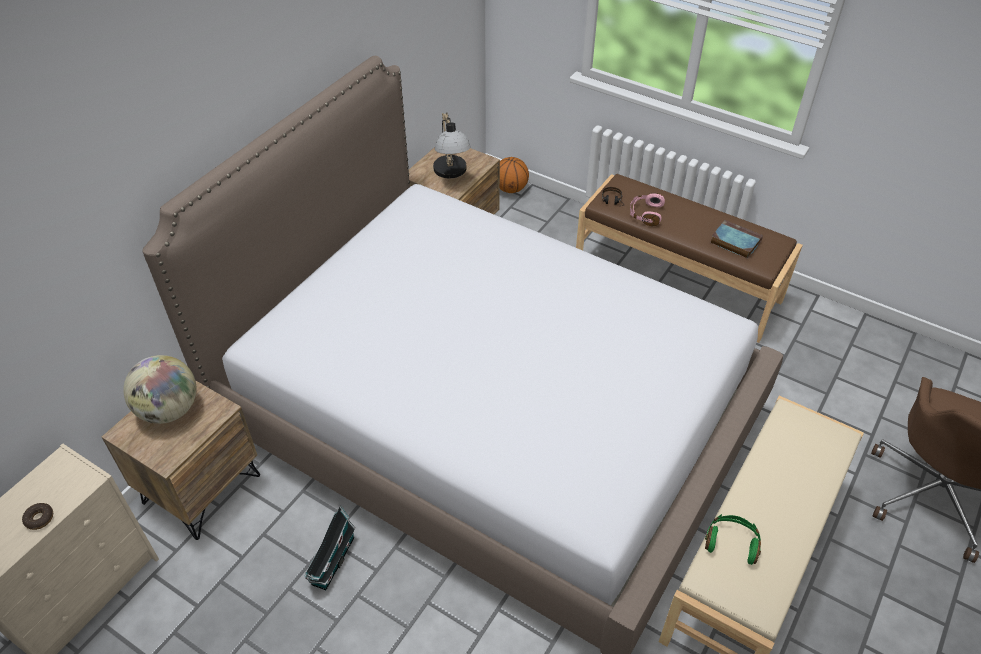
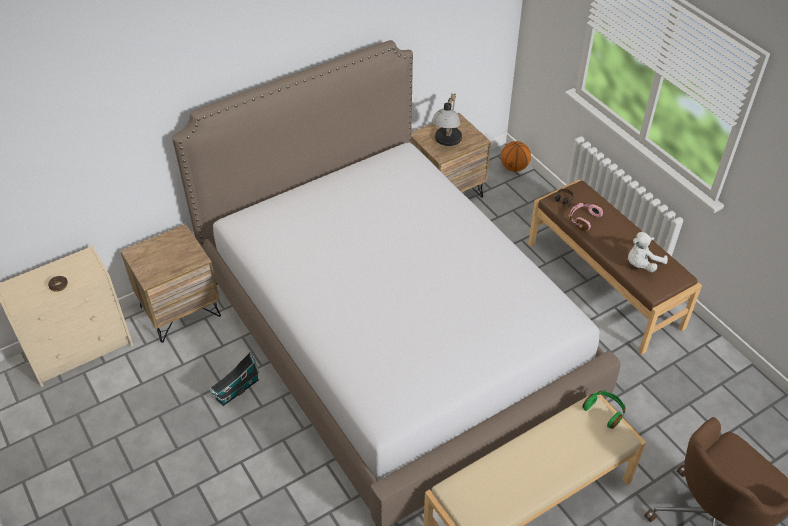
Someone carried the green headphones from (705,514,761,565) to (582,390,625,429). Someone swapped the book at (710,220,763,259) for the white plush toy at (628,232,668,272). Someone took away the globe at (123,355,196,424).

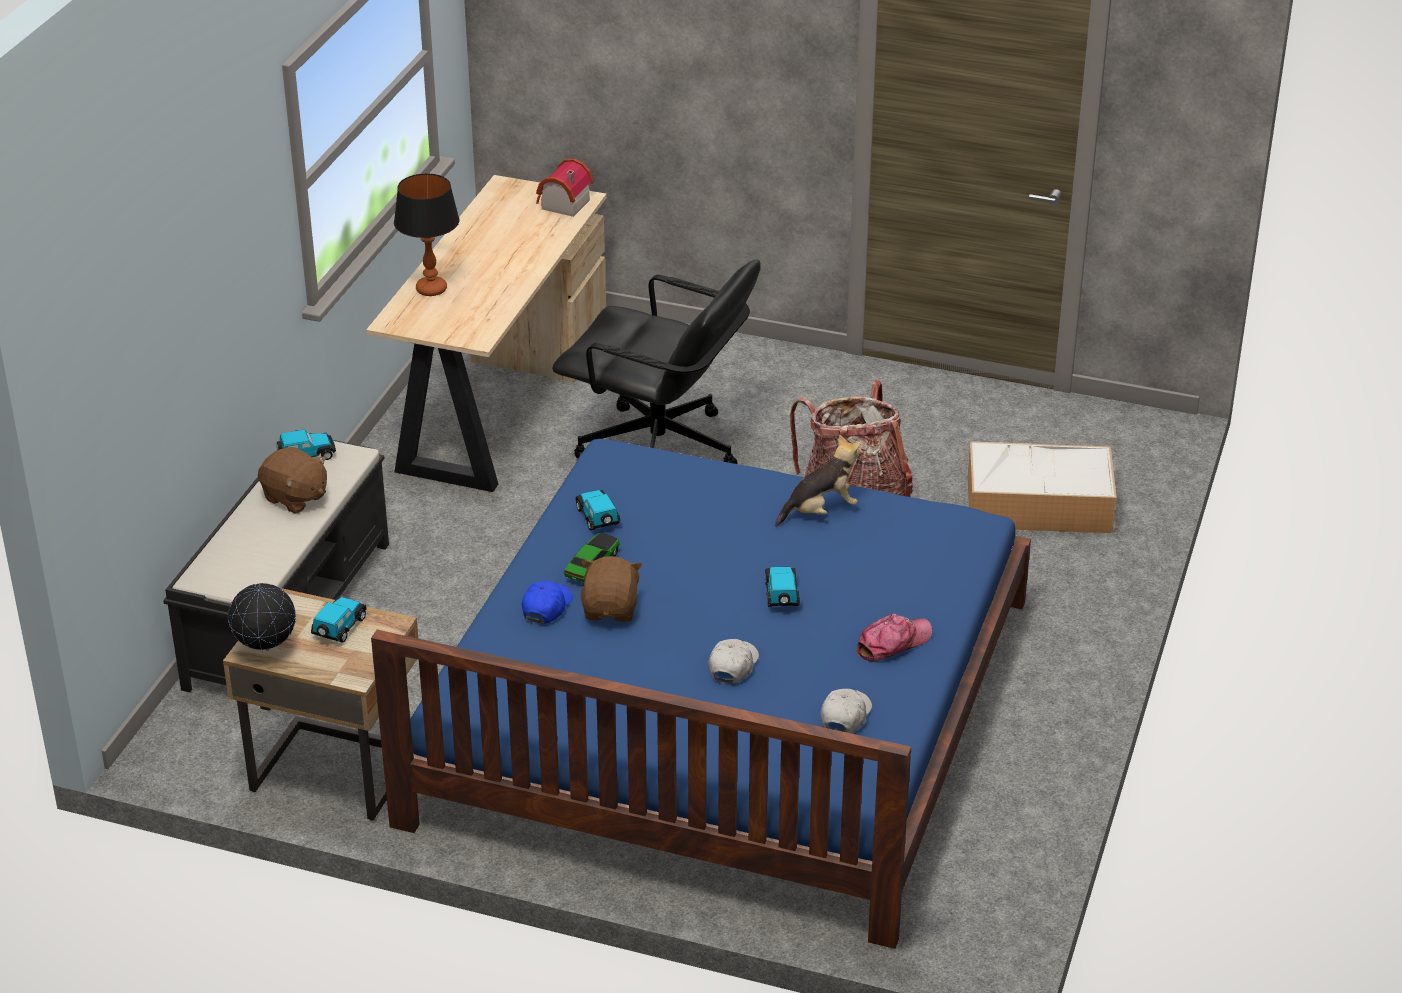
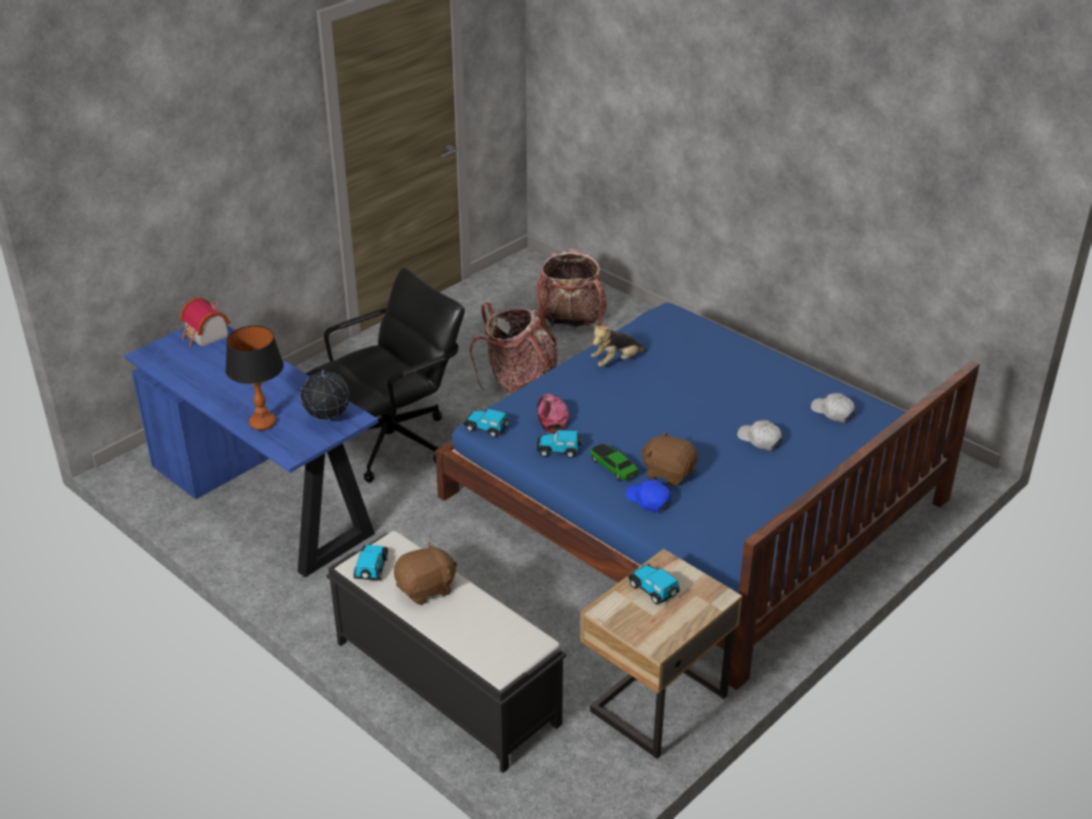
Someone repainted the beige desk at (366,175,607,492), which became the blue desk at (125,325,378,577). Someone carried the globe from (228,583,296,651) to (301,370,350,421). Someone carried the toy car from (765,567,800,607) to (463,409,509,438). Someone swapped the storage box at (967,442,1117,533) for the backpack at (537,248,607,329). Someone carried the cap from (856,613,932,662) to (537,394,569,434). Someone rotated the plush toy at (775,434,861,527) by 120 degrees counterclockwise.

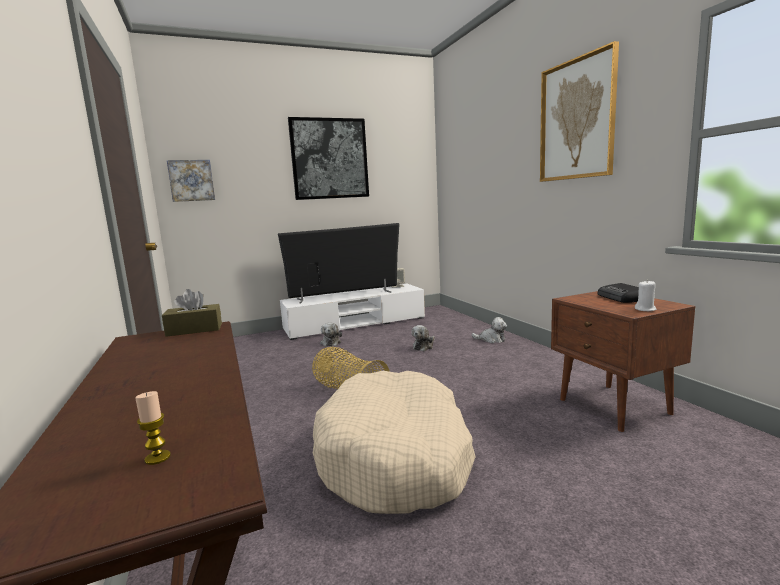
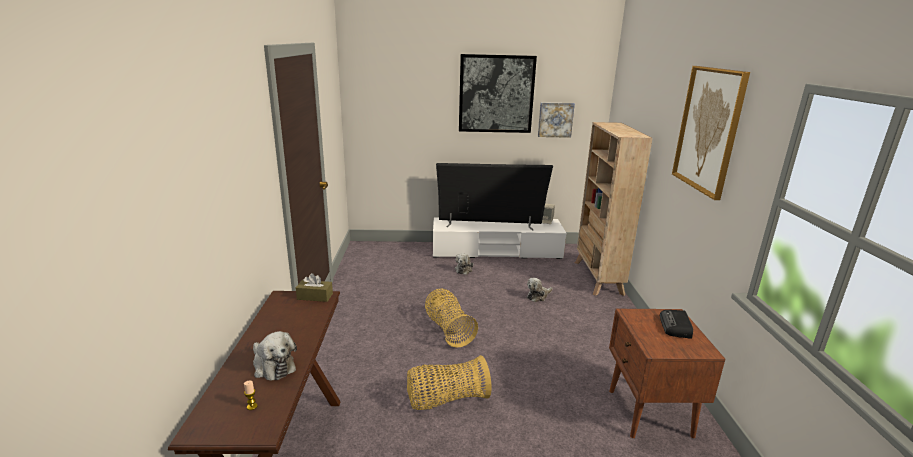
Someone carried the plush toy from (471,317,507,343) to (253,331,297,381). Someone swapped the beige dog bed at (313,371,476,514) for the basket at (407,355,491,410). Someone carried the picture from (167,160,215,202) to (538,102,575,138). Someone put down the beige bookcase at (575,122,653,296). Someone took away the white candle at (635,280,656,311).

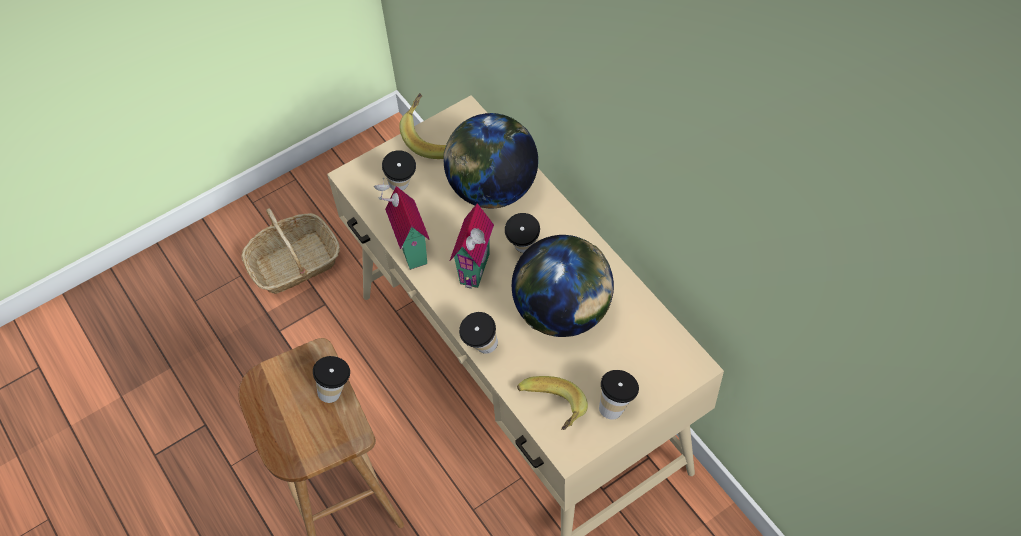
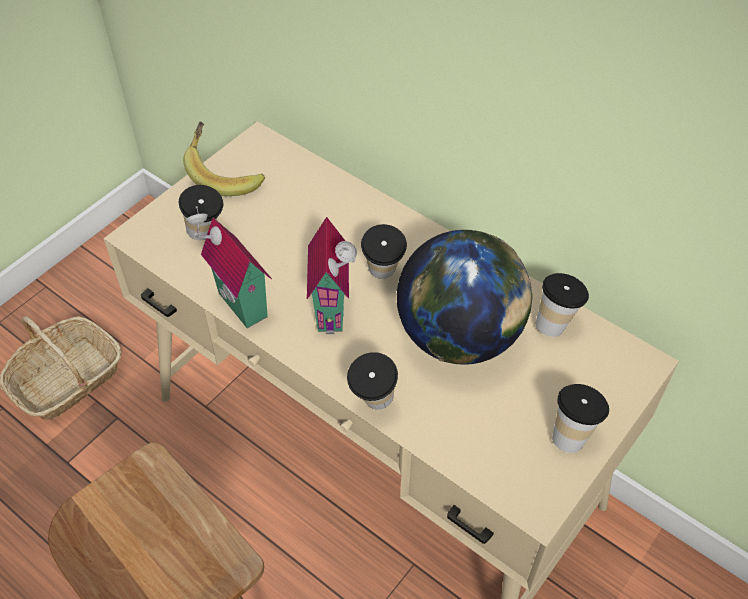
Someone carried the cup from (313,356,350,403) to (536,273,589,337). Someone took away the globe at (443,113,538,208). Someone took away the banana at (517,376,588,430).

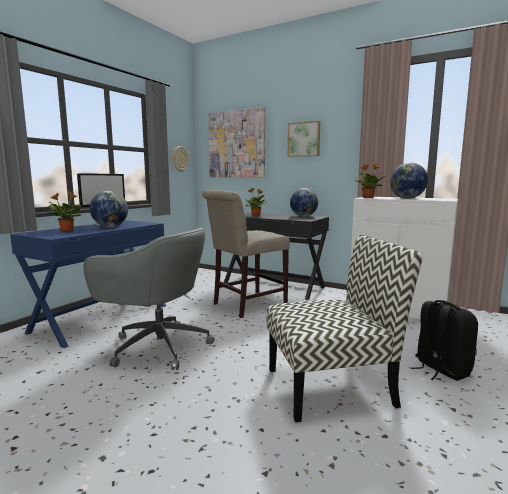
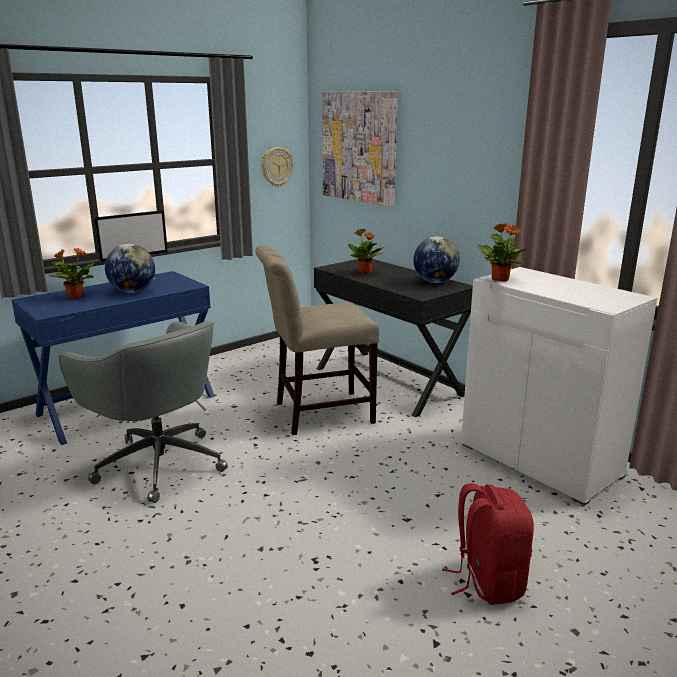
Someone repainted the black backpack at (411,300,478,381), which became the red backpack at (442,483,534,605). Someone took away the chair at (266,235,423,422). Someone took away the picture at (288,121,320,157). Someone took away the globe at (390,163,428,199).

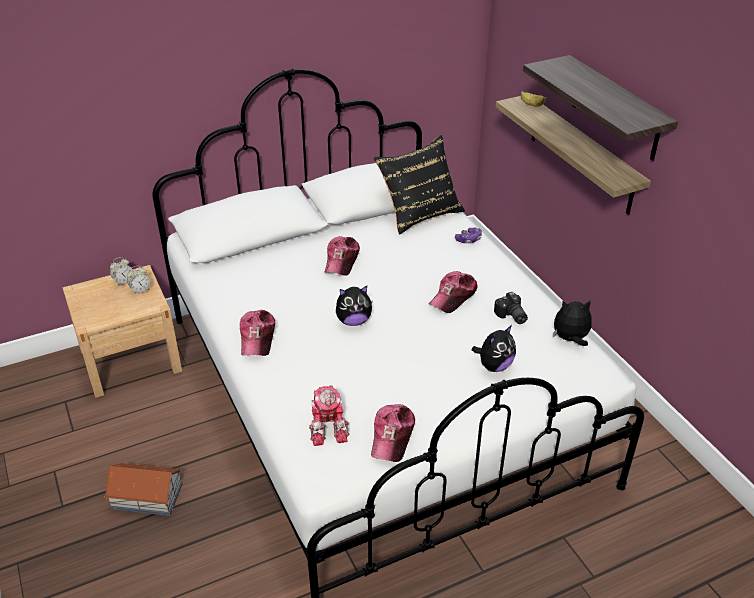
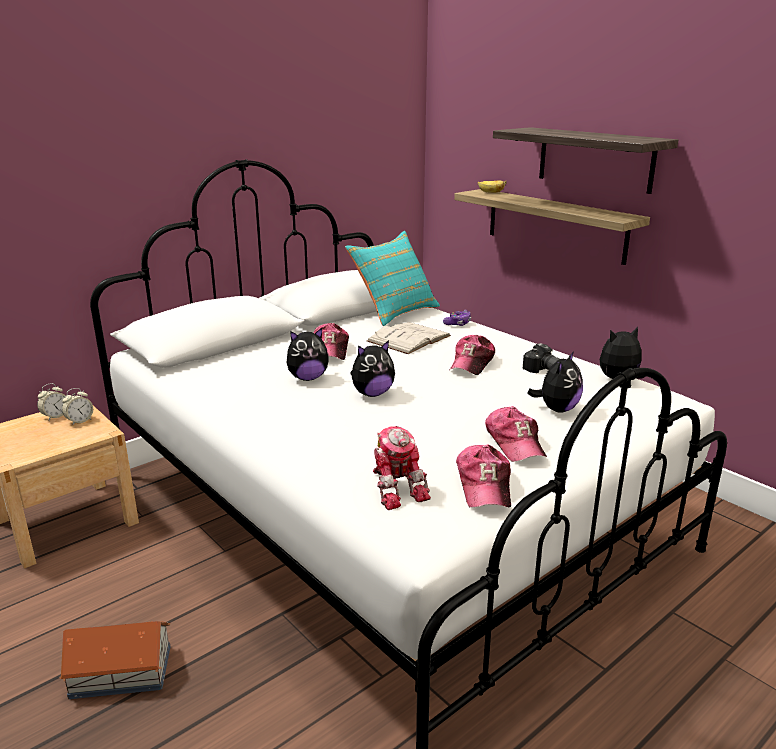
Someone put down the plush toy at (286,328,329,381). Someone repainted the black pillow at (374,135,465,235), which became the turquoise pillow at (345,231,440,326). Someone put down the white book at (367,322,451,354). Someone carried the cap from (240,310,275,356) to (485,406,547,462).

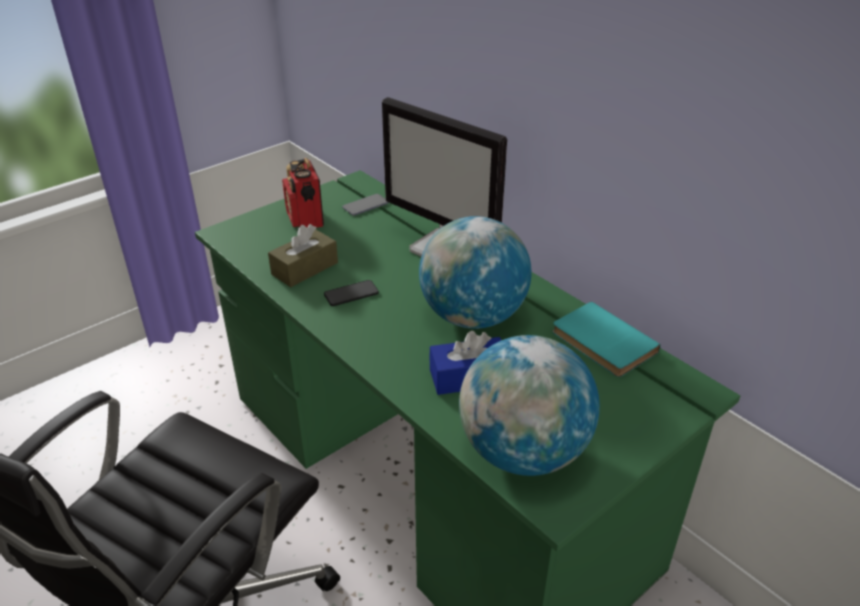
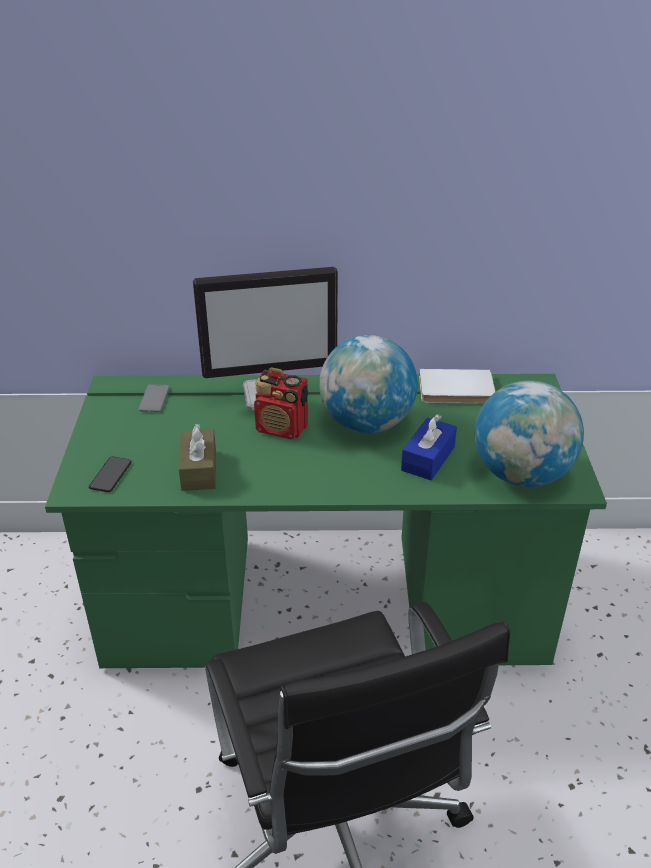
Someone carried the phone from (324,280,379,306) to (89,457,132,492). Someone carried the radio from (282,158,324,228) to (254,367,308,439). Someone repainted the turquoise book at (552,301,661,377), which became the white book at (419,369,496,404).

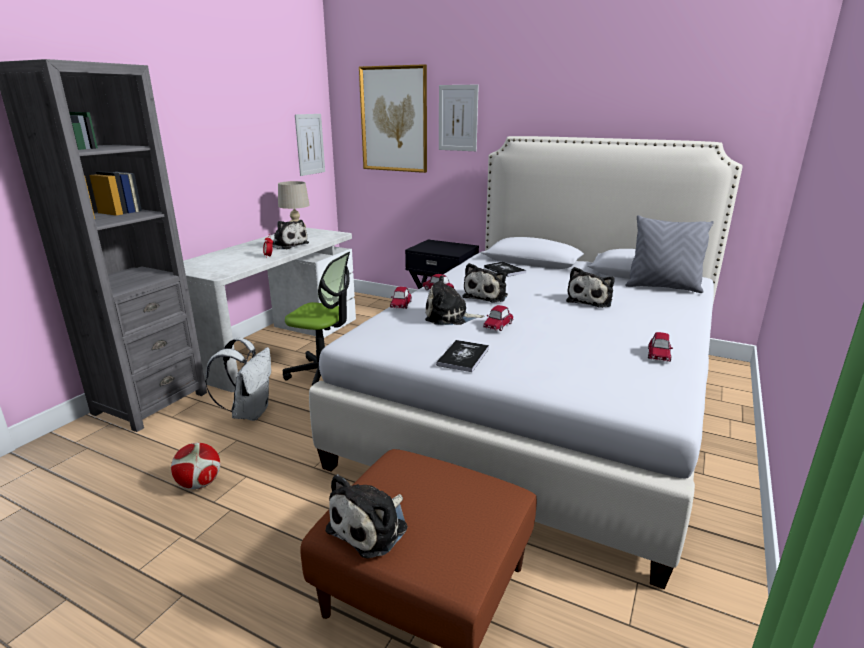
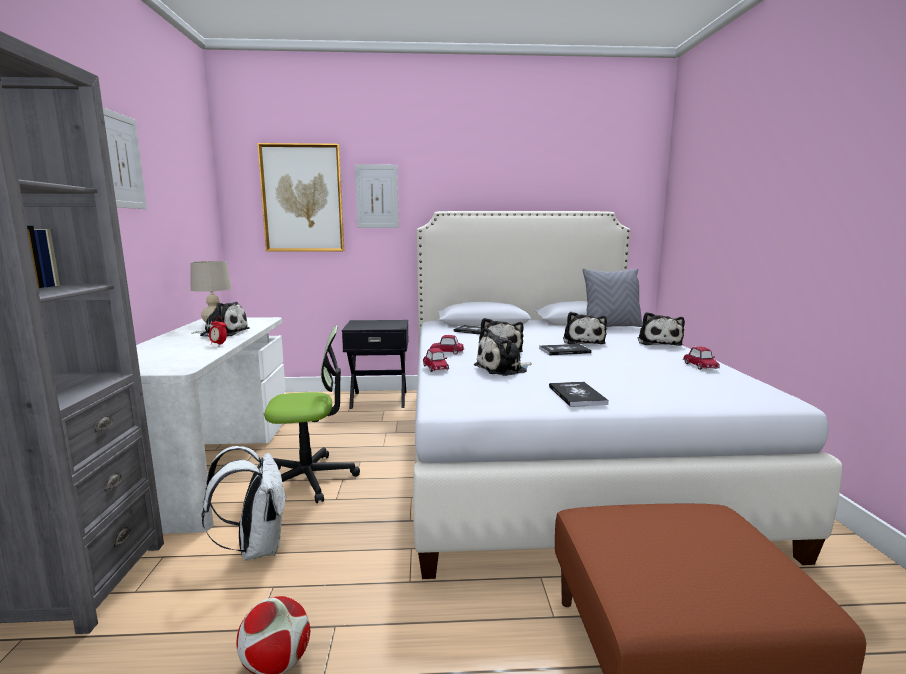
Someone carried the picture from (295,114,325,176) to (103,108,147,209). Someone put down the book at (539,344,592,356). Someone carried the plush toy from (325,474,407,559) to (638,312,685,346). Someone took away the toy car at (483,305,513,331).

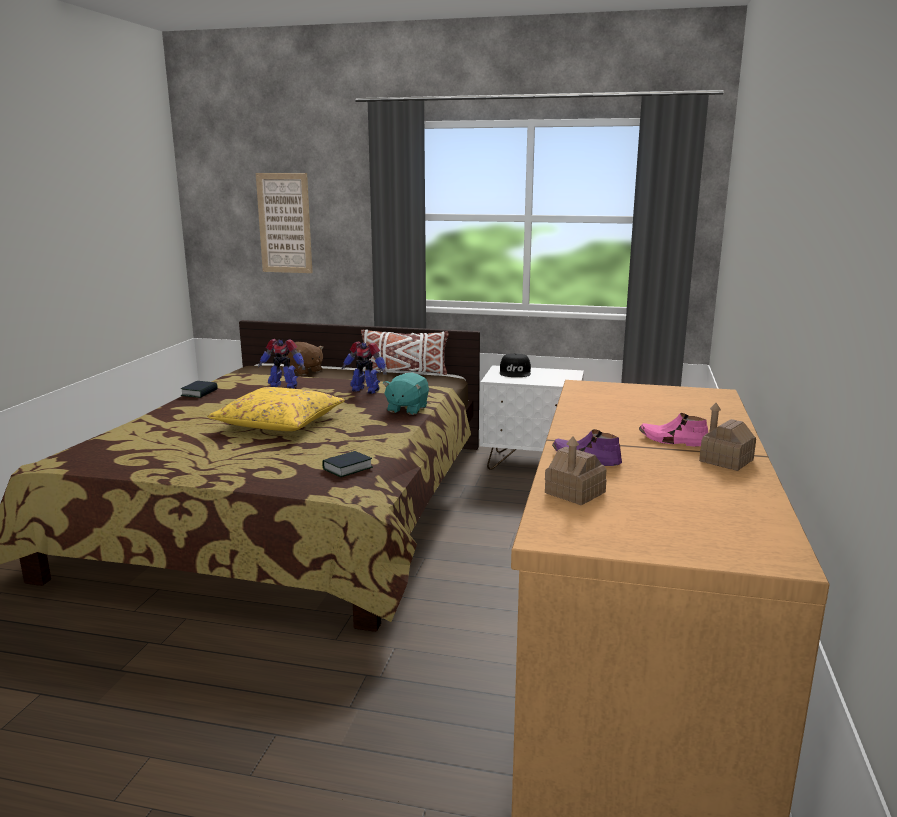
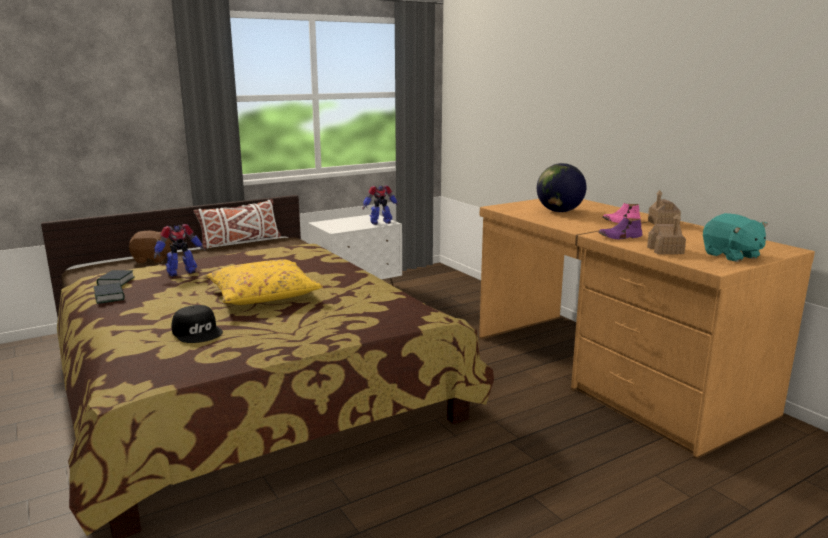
Someone carried the book from (322,451,373,477) to (97,270,134,286). Someone carried the black cap from (500,353,531,377) to (171,305,223,343). Someone carried the toy robot from (342,341,386,394) to (363,185,399,225). Someone put down the globe at (537,163,587,212). Someone carried the turquoise plush toy from (383,373,429,415) to (703,213,768,262). Someone took away the picture at (256,173,313,273).

